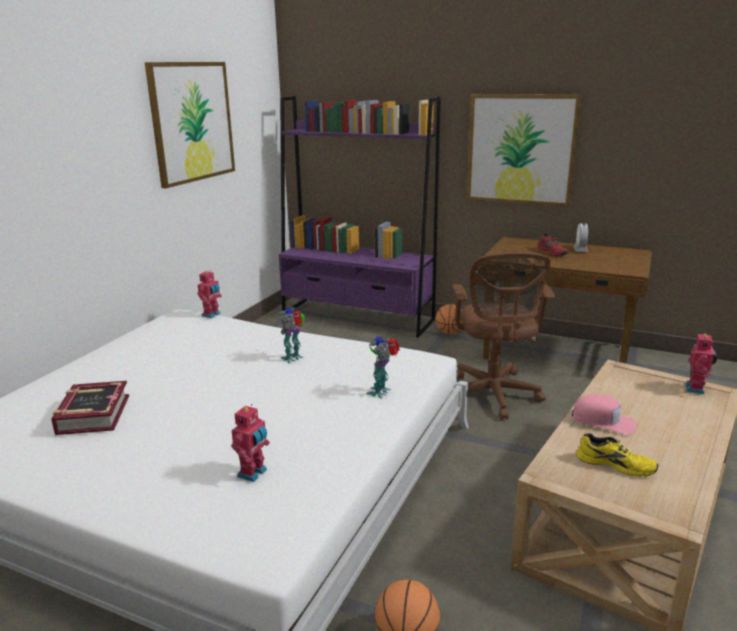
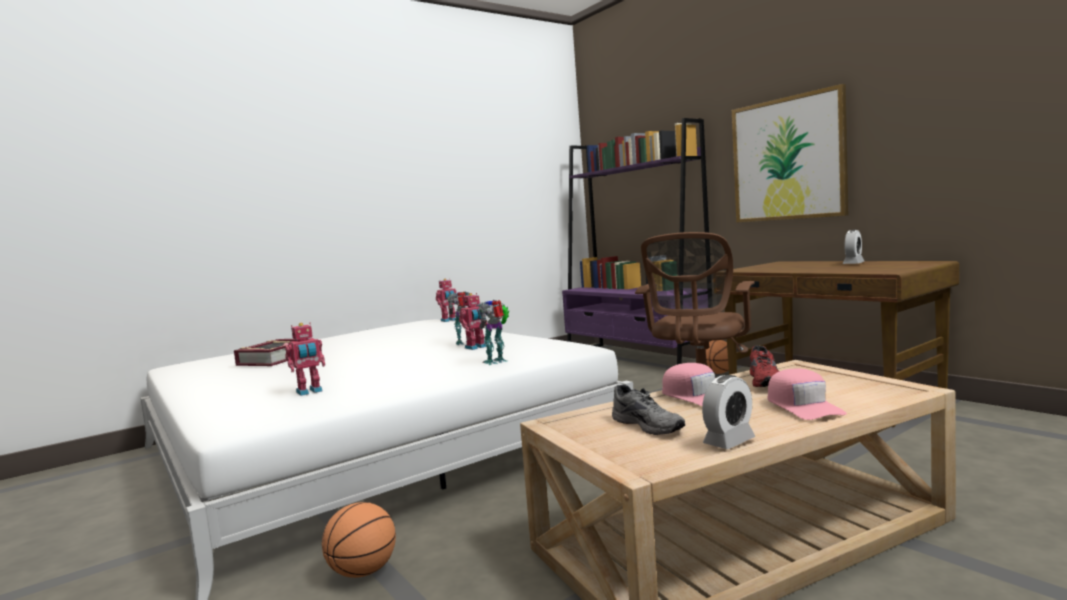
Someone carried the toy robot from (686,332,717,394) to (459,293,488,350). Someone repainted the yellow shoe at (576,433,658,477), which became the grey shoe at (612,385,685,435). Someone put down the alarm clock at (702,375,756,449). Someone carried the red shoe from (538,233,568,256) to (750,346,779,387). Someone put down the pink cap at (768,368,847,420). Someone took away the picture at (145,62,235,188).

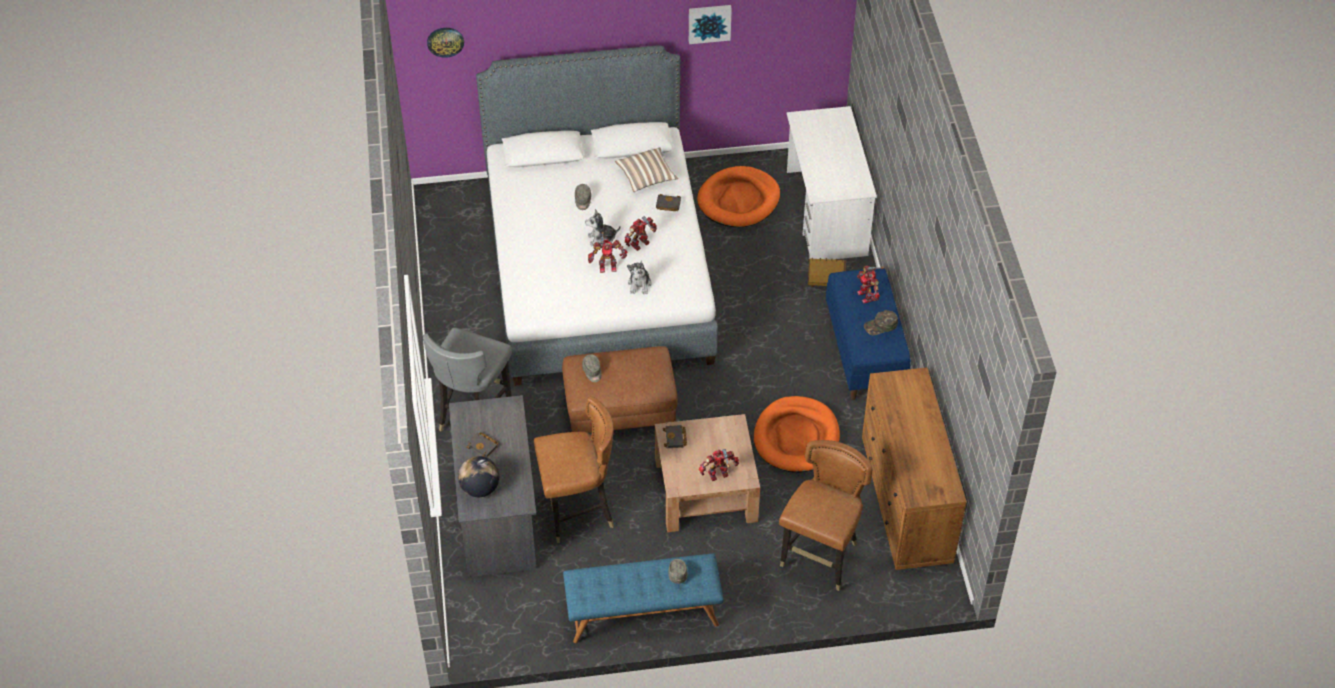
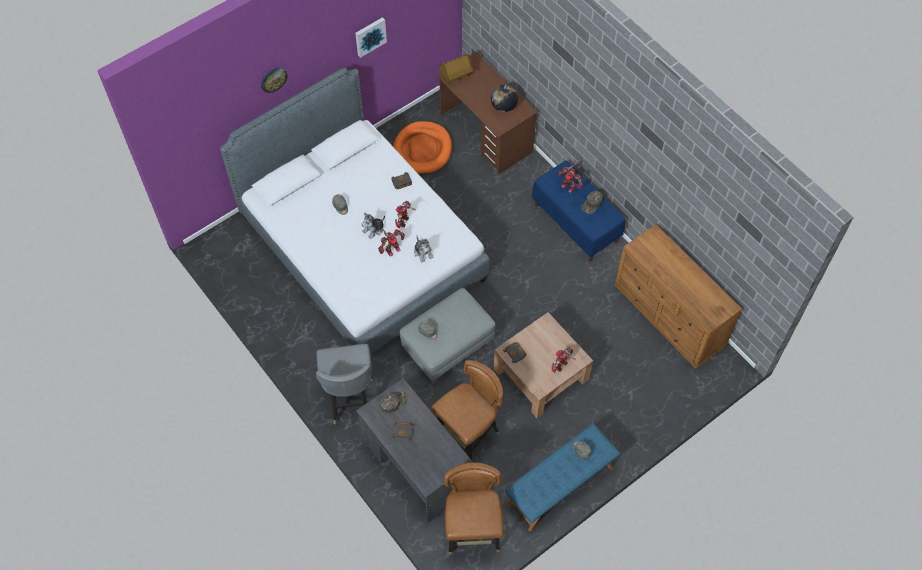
Someone carried the wall clock from (427,28,464,58) to (261,68,288,93). Someone put down the green cap at (380,392,408,414). Someone repainted the brown ottoman at (562,346,678,433), which became the grey ottoman at (400,288,496,383). Someone repainted the white desk at (787,106,877,260), which became the brown desk at (437,52,538,174). Someone carried the toy house from (808,258,846,287) to (439,54,473,83). Someone carried the brown chair from (779,440,872,591) to (444,462,504,554). Someone carried the globe from (458,456,499,497) to (491,84,518,112). Someone took away the pillow at (615,148,678,192). Someone took away the orange dog bed at (754,396,840,473).

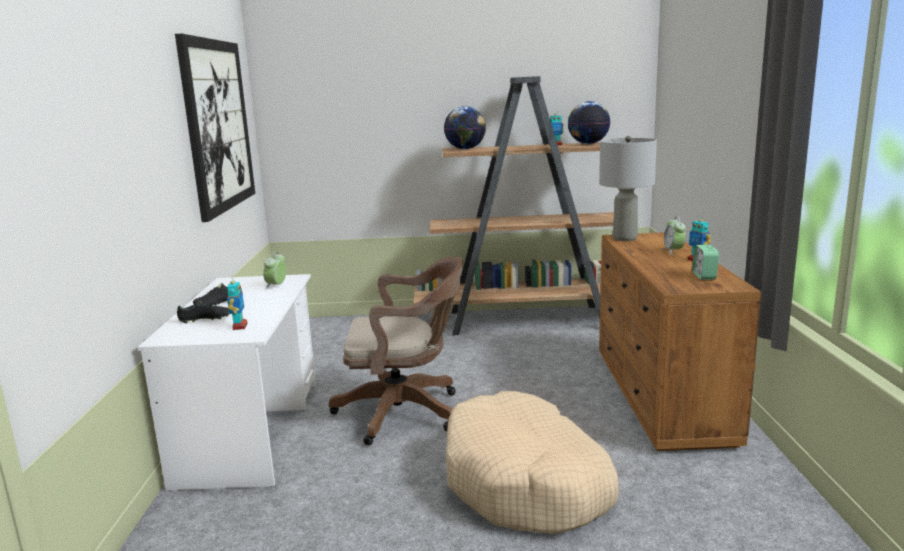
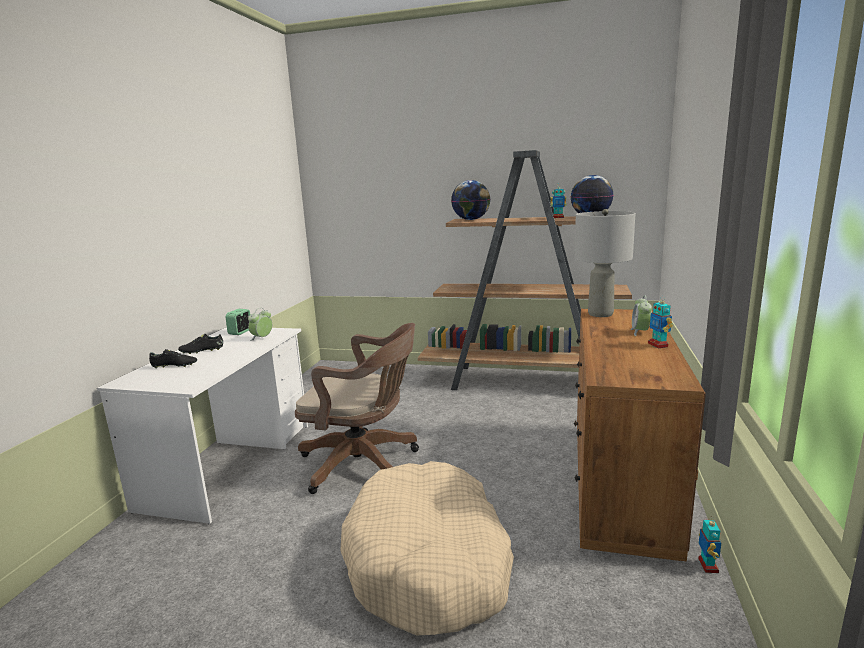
Someone carried the alarm clock from (692,245,719,280) to (226,309,250,335). Someone carried the toy robot from (227,280,247,330) to (699,516,721,573). Someone took away the picture at (175,34,255,222).

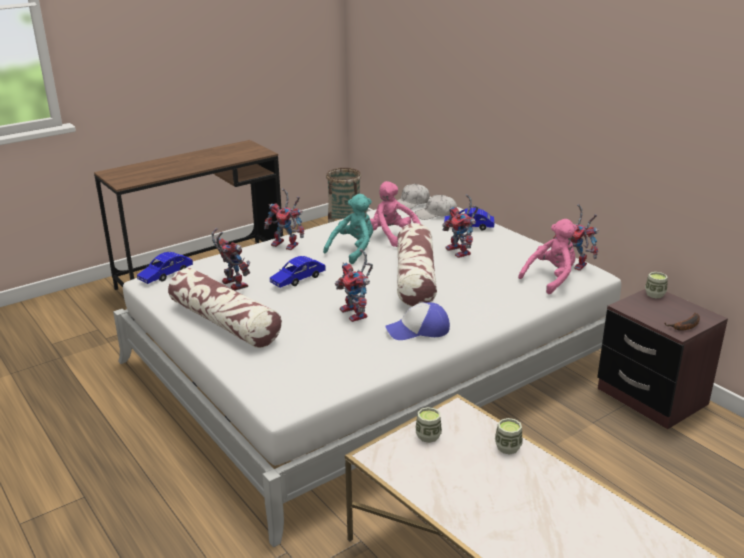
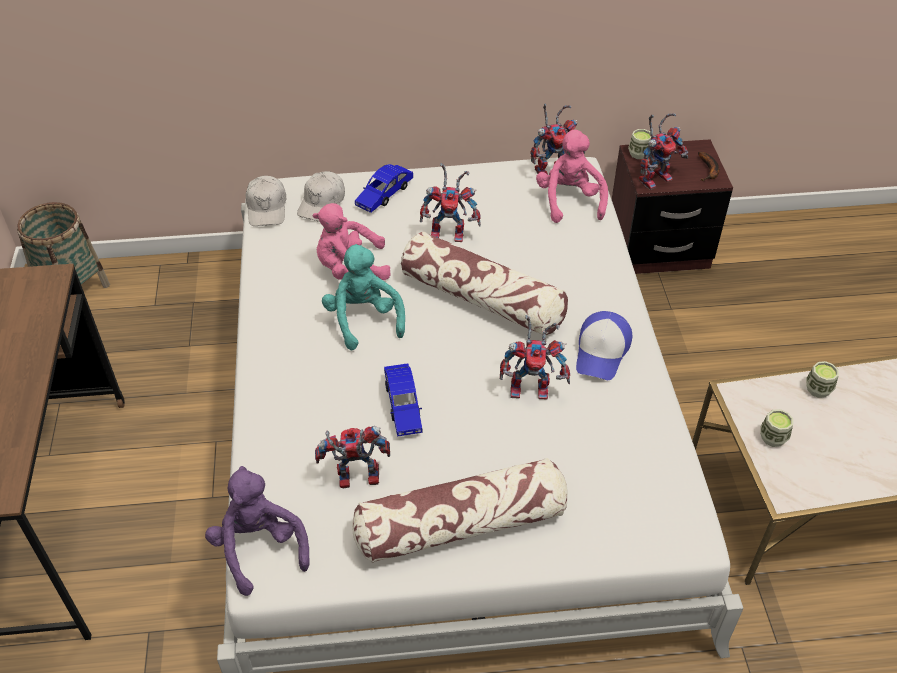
Someone swapped the blue toy car at (137,252,193,284) for the purple plush toy at (205,466,310,596). Someone carried the toy robot from (264,189,304,250) to (639,113,688,190).

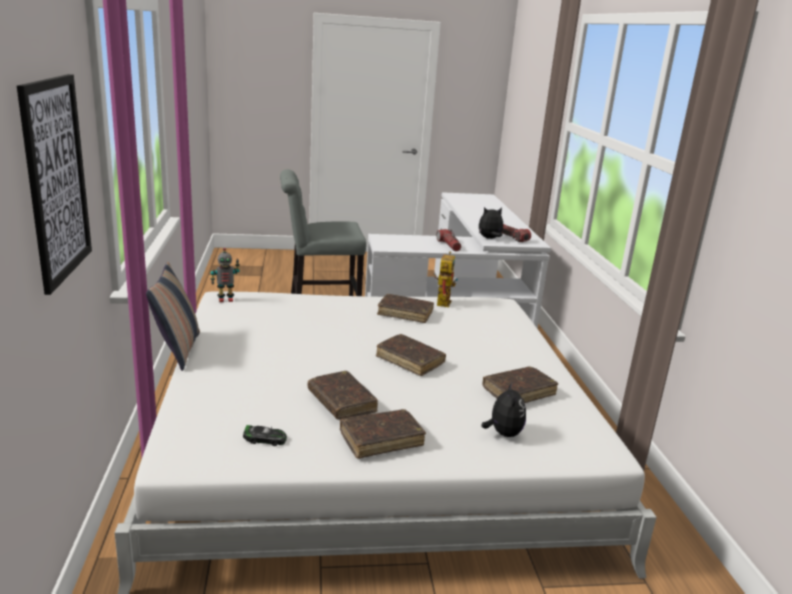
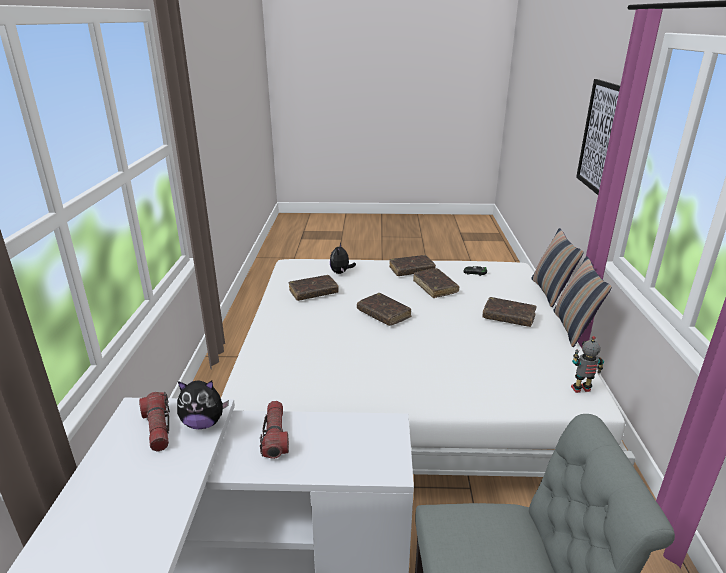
Someone carried the brown book from (377,294,434,323) to (482,297,537,327). Someone put down the pillow at (531,228,584,307). Someone took away the toy robot at (434,252,458,307).

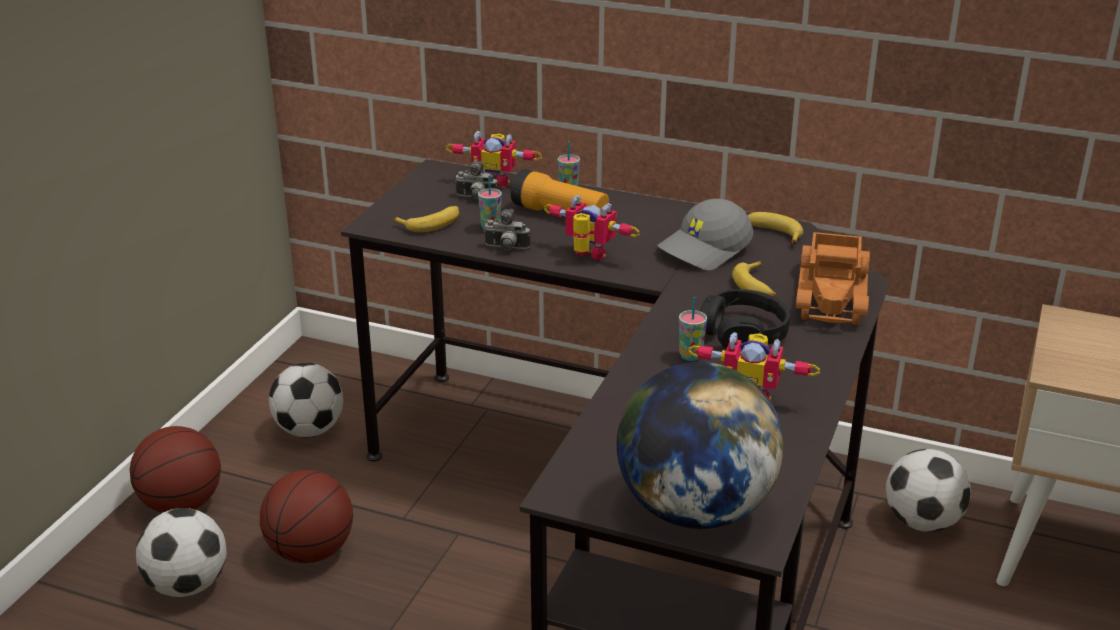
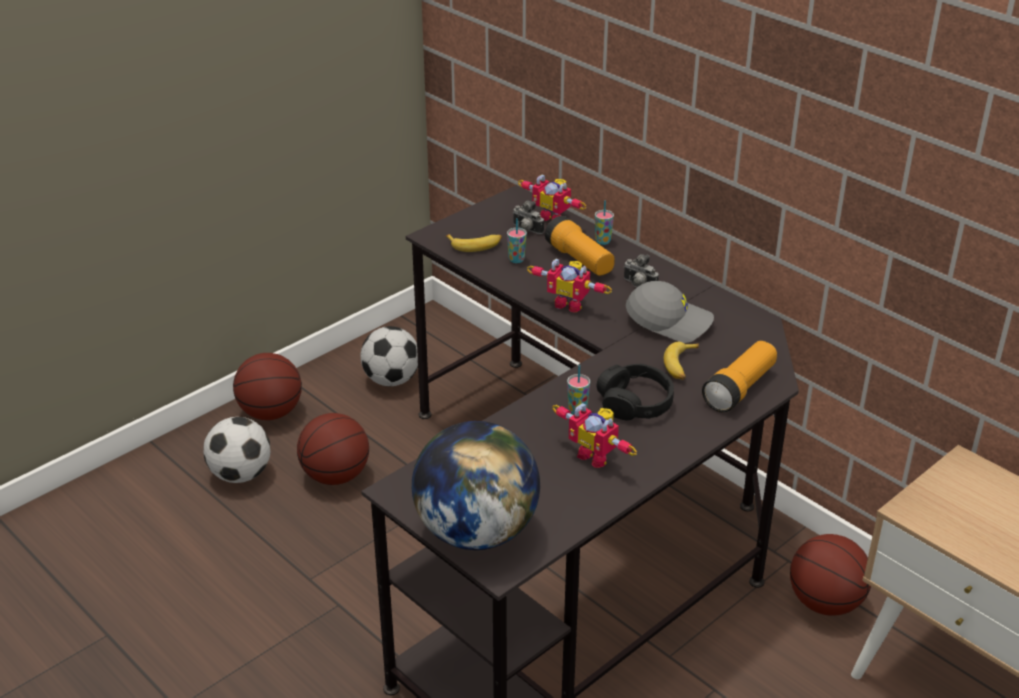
Someone rotated the toy robot at (544,195,640,260) by 150 degrees clockwise. Someone carried the photo camera from (484,209,530,250) to (623,254,659,287). Someone rotated the grey cap at (657,199,754,270) by 150 degrees counterclockwise. Someone swapped the toy truck at (796,232,870,325) for the flashlight at (702,341,777,413). Someone swapped the football at (886,449,971,532) for the basketball at (790,534,871,616). Someone took away the banana at (748,212,803,244).

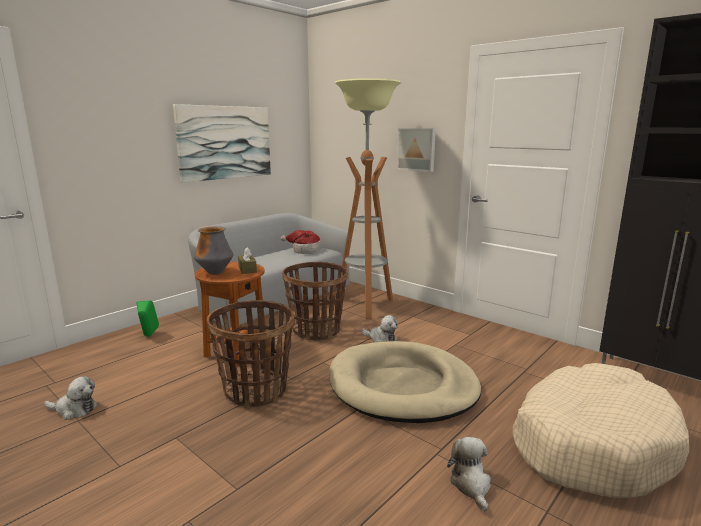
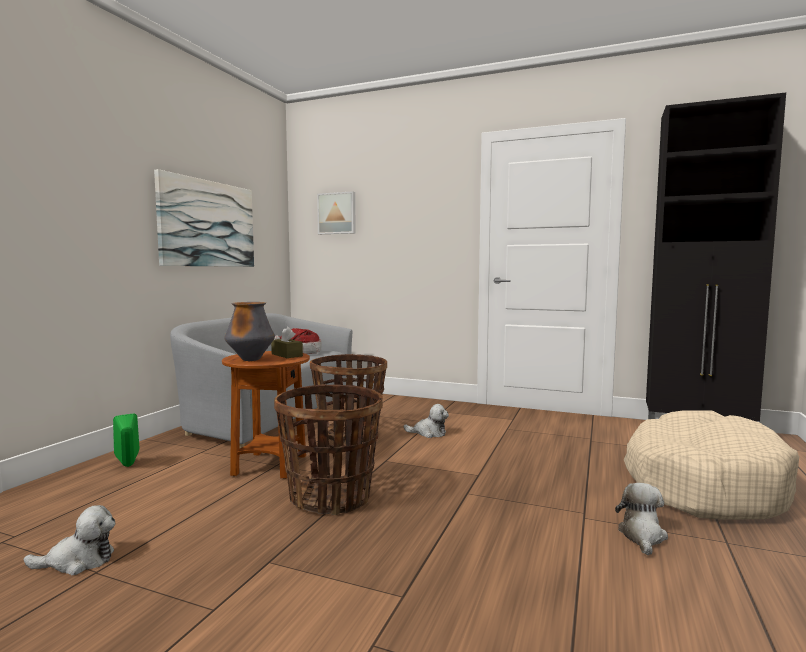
Someone carried the picture from (397,128,436,172) to (317,191,356,234). Someone rotated the plush toy at (447,437,491,512) by 45 degrees clockwise. Someone took away the beige dog bed at (329,341,481,423). Someone took away the floor lamp at (335,78,401,319).

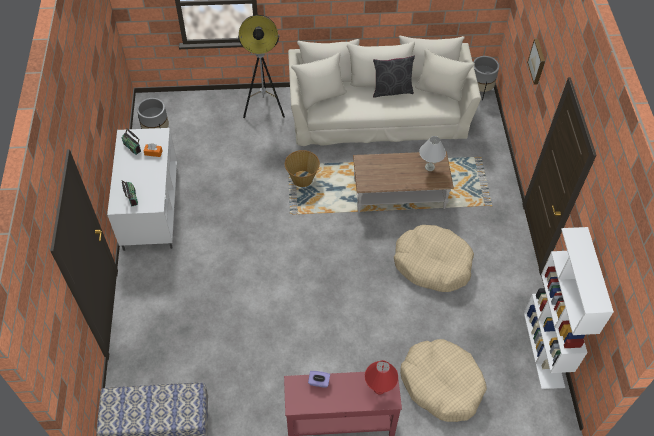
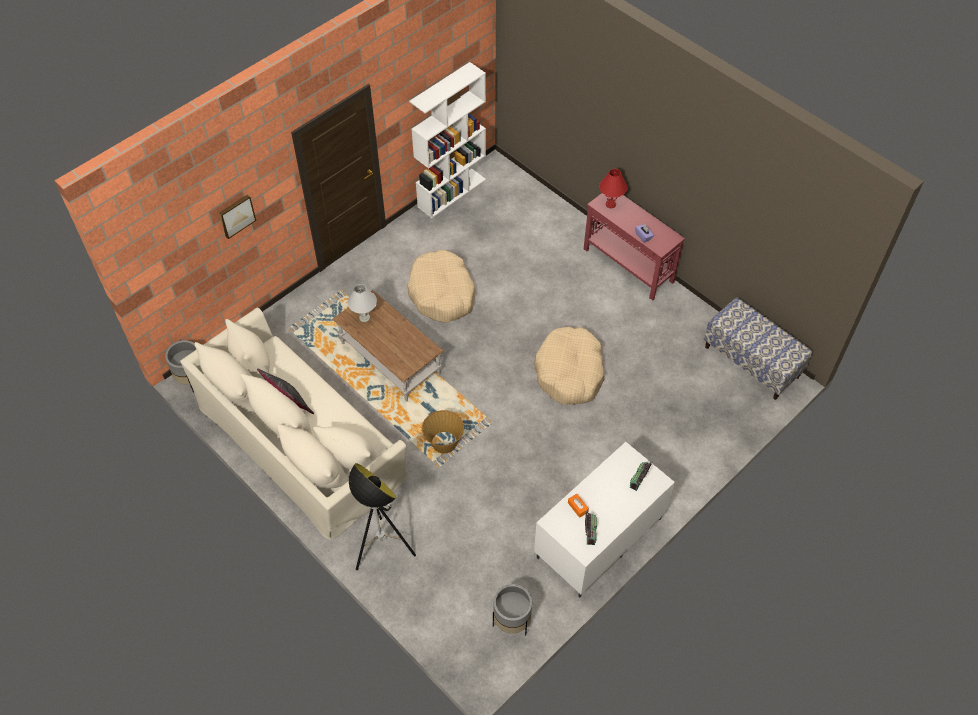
Someone carried the beige dog bed from (400,339,487,422) to (534,327,604,405).

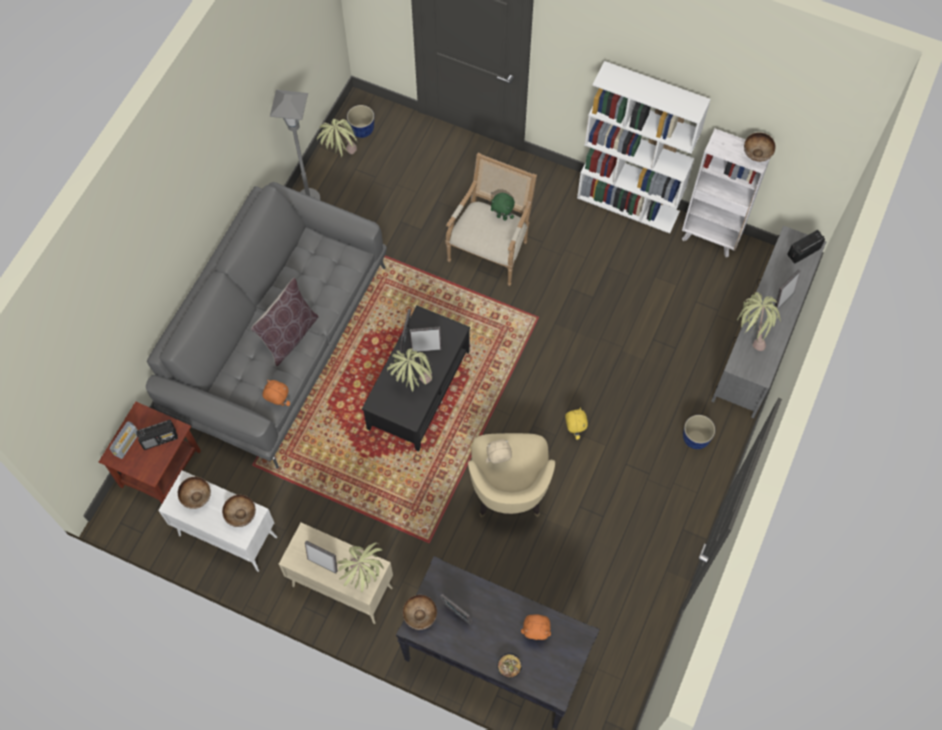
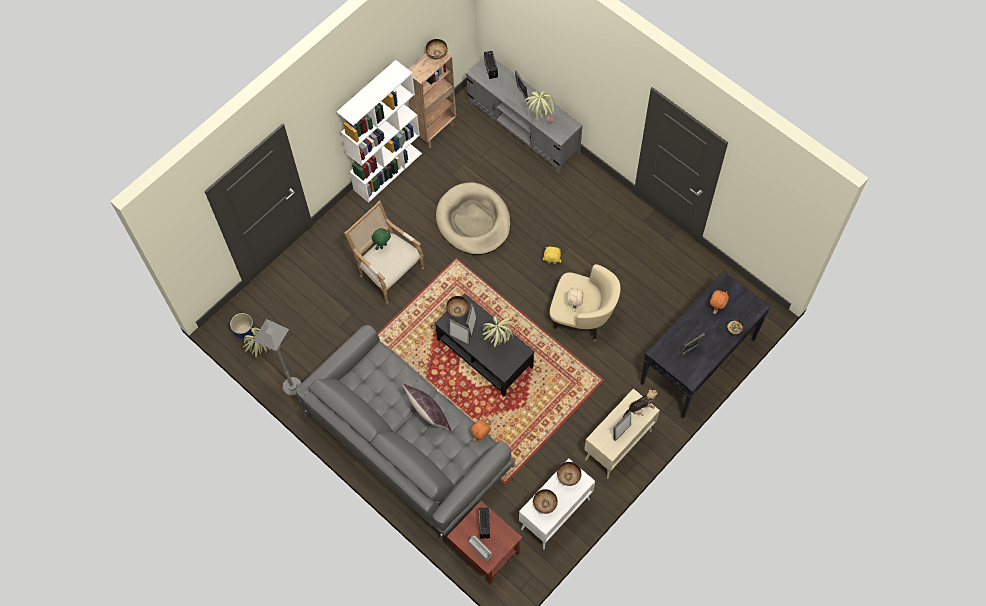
Someone repainted the white bookcase at (682,129,770,257), which became the brown bookcase at (408,53,456,148). Someone put down the beige dog bed at (436,182,511,255). Someone carried the bowl from (402,595,437,630) to (446,296,469,318). Someone swapped the potted plant at (337,543,383,592) for the plush toy at (623,389,658,417). Someone took away the planter at (683,415,715,449).

